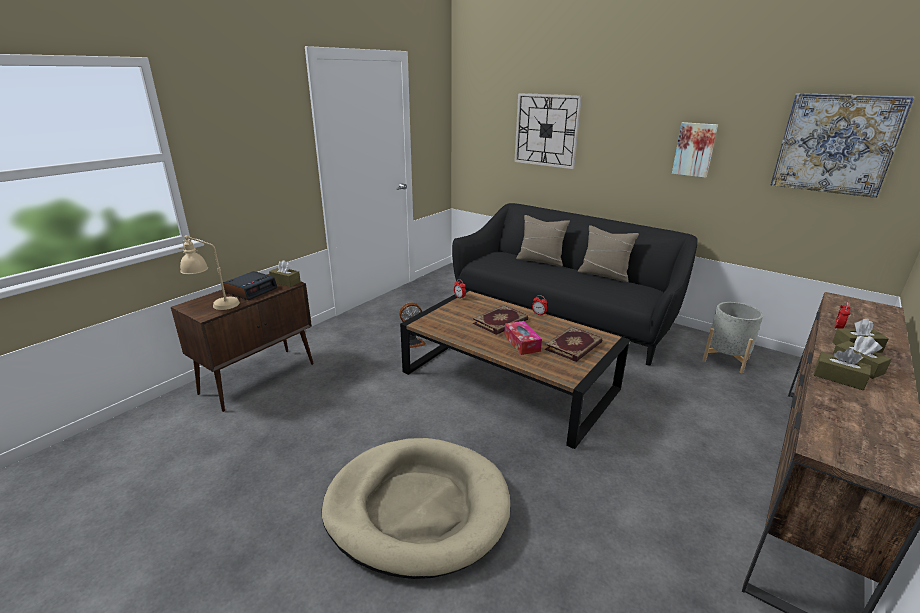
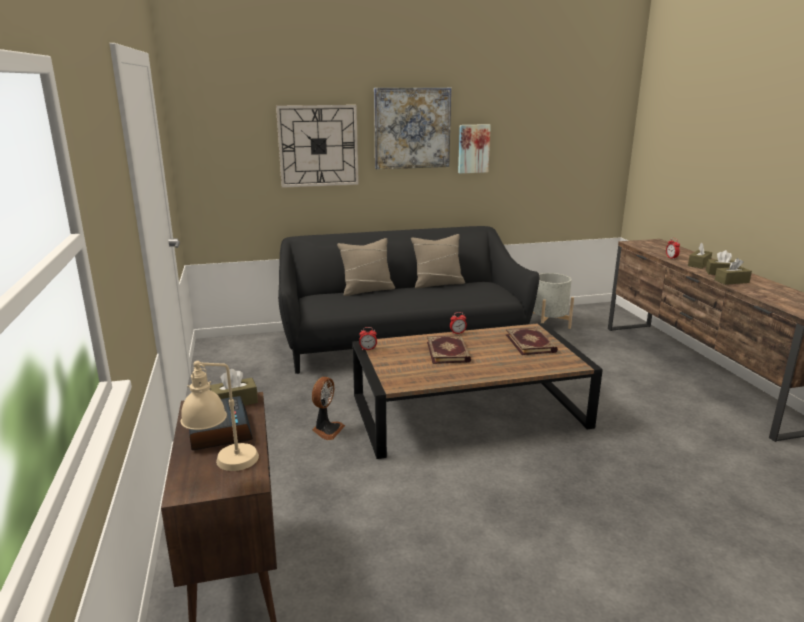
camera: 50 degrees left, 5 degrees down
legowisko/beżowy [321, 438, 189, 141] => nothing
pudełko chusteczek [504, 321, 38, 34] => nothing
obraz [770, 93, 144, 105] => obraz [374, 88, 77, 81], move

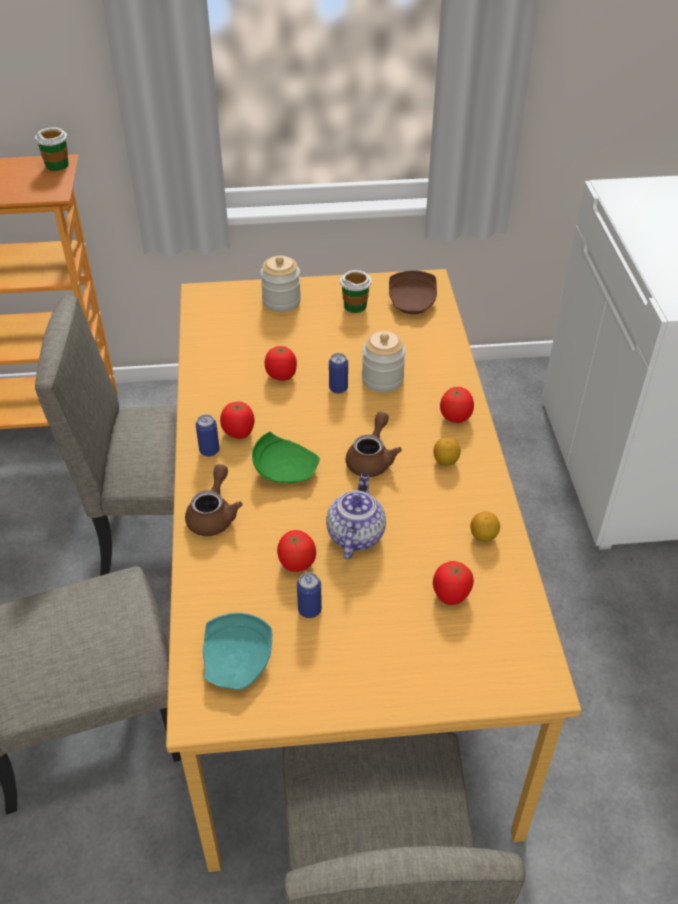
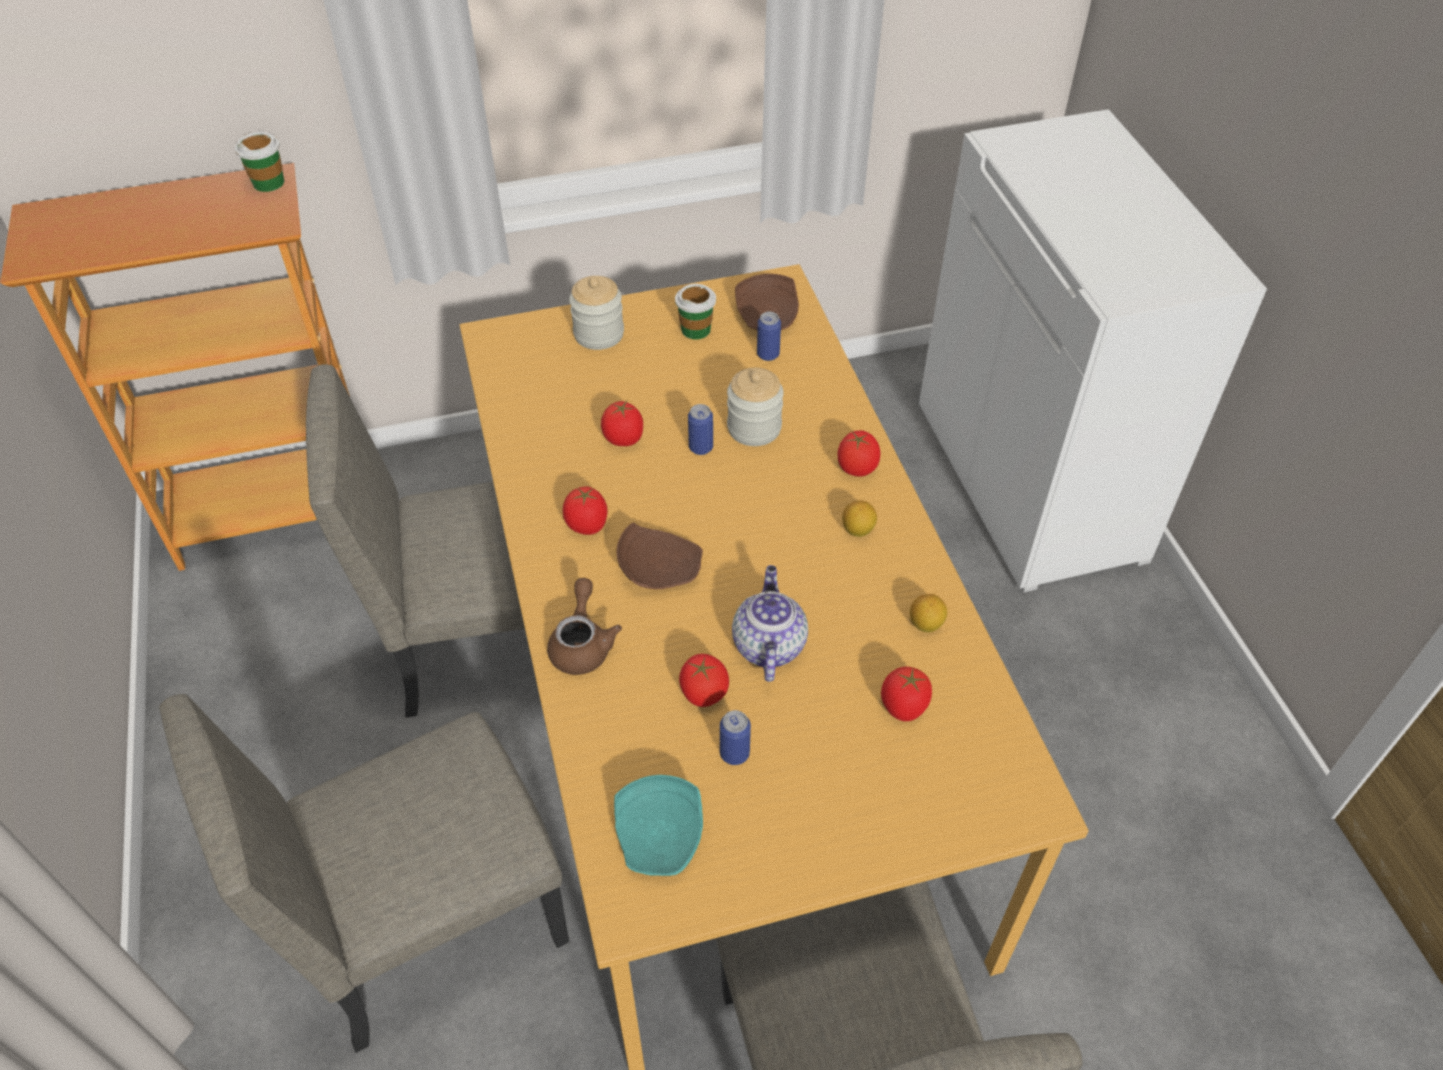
camera: 10 degrees left, 5 degrees up
imbryk/brązowy [346, 412, 56, 65] => nothing
puszka [196, 414, 23, 43] => puszka [757, 312, 24, 49], move
talerz/zielony [252, 431, 68, 52] => talerz/brązowy [617, 522, 86, 67]

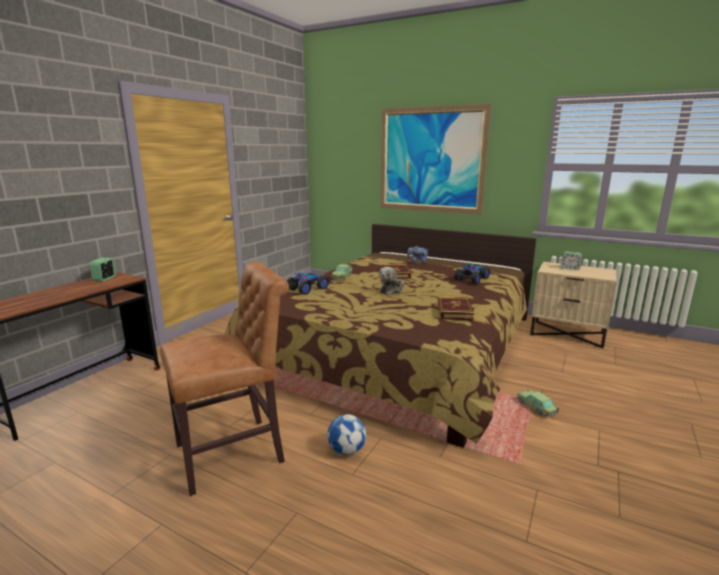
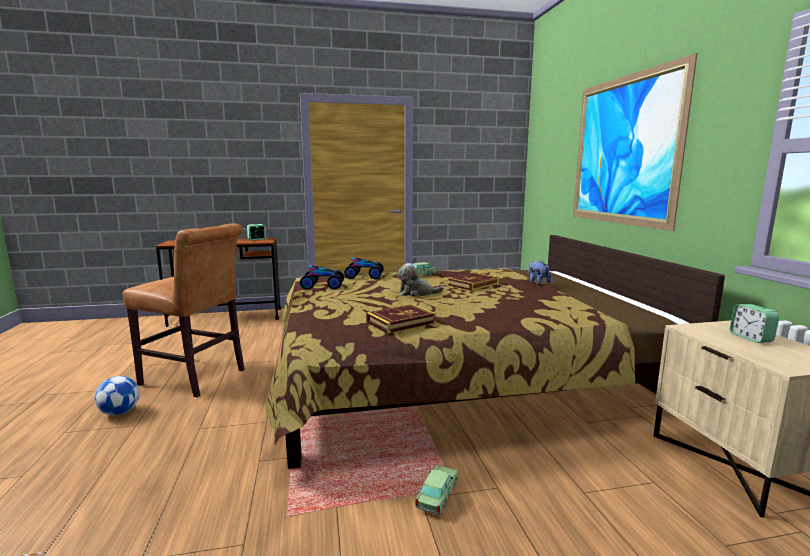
camera: 50 degrees right, 5 degrees down
piłka futbolowa [327, 414, 39, 41] => piłka futbolowa [94, 376, 46, 39], move
samochodzik [454, 264, 36, 20] => samochodzik [300, 265, 44, 25], move

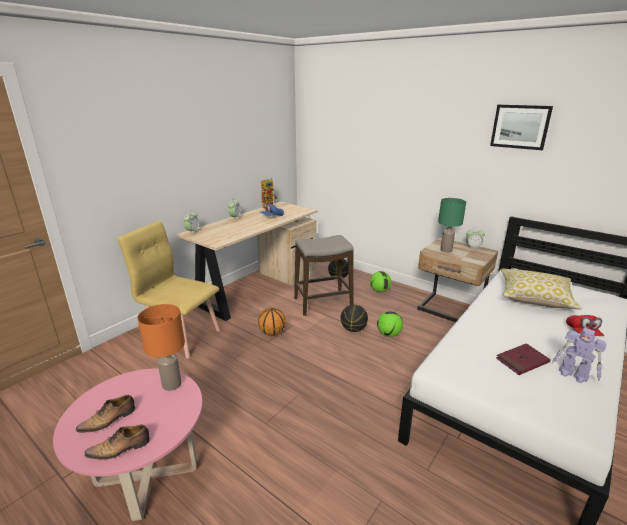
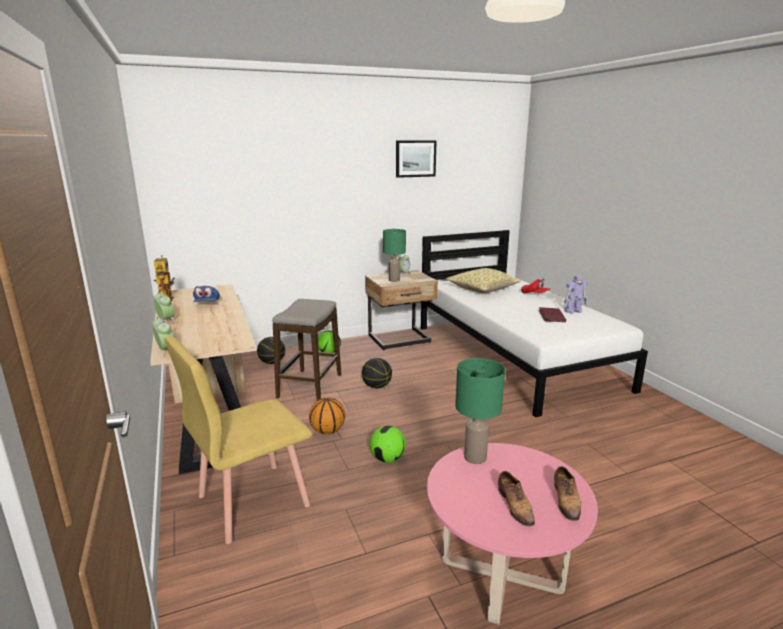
camera: 60 degrees left, 5 degrees down
piłka futbolowa [377, 311, 26, 26] => piłka futbolowa [370, 425, 36, 38], move
lampa stołowa/pomarańczowy [137, 304, 48, 87] => lampa stołowa/zielony [455, 358, 50, 106]

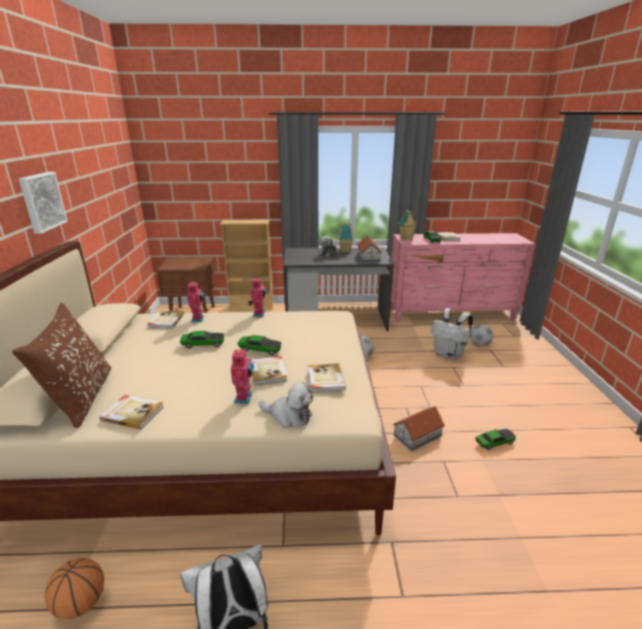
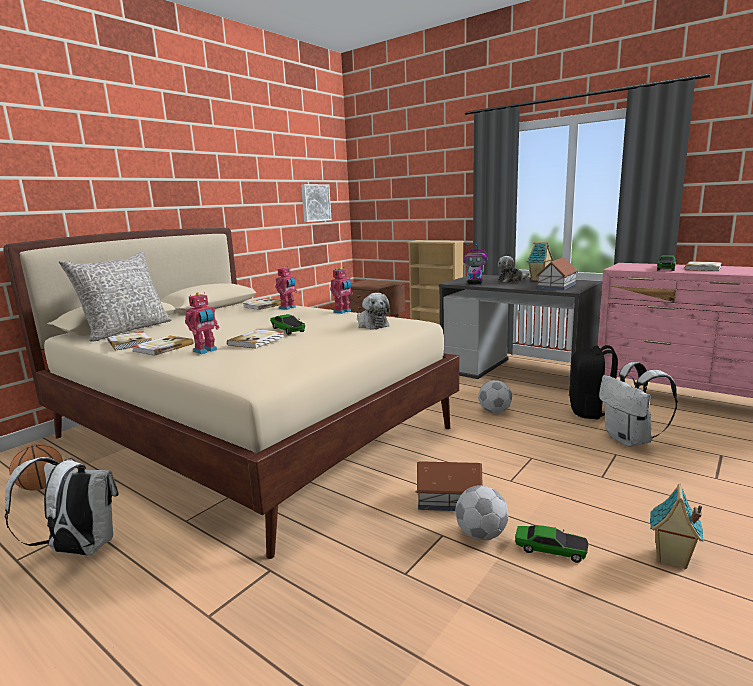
camera: 40 degrees right, 10 degrees down
samochodzik [180, 331, 44, 17] => nothing
nothing => robot zabawkowy [463, 244, 24, 40]
nothing => plecak/czarny [570, 345, 48, 75]
obraz [19, 172, 49, 62] => obraz [301, 184, 31, 38], move
pluszak [258, 382, 55, 46] => pluszak [357, 293, 33, 36], move
książka [308, 363, 38, 30] => książka [132, 335, 62, 21], move
domek [398, 210, 20, 30] => domek [650, 484, 54, 85], move
piłka futbolowa [470, 324, 23, 22] => piłka futbolowa [456, 486, 52, 54], move
poduszka/brązowy [12, 303, 99, 125] => poduszka/szary [59, 251, 113, 91]

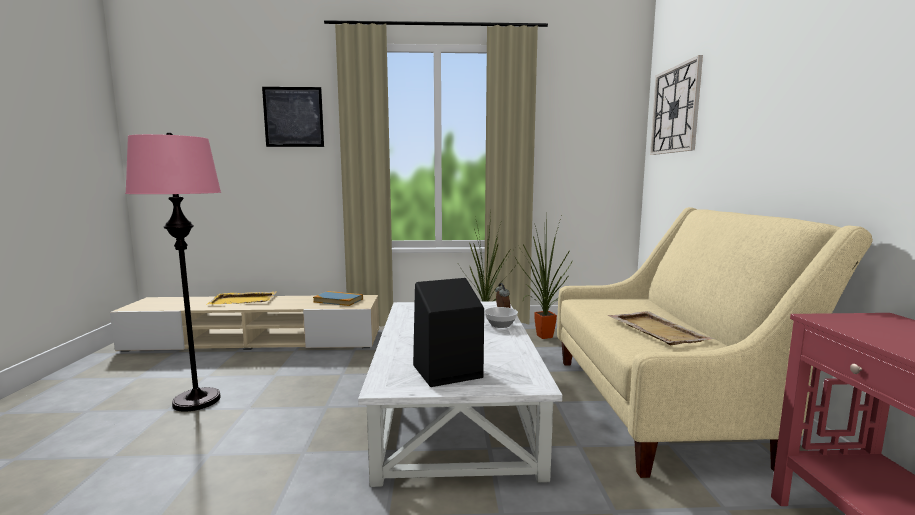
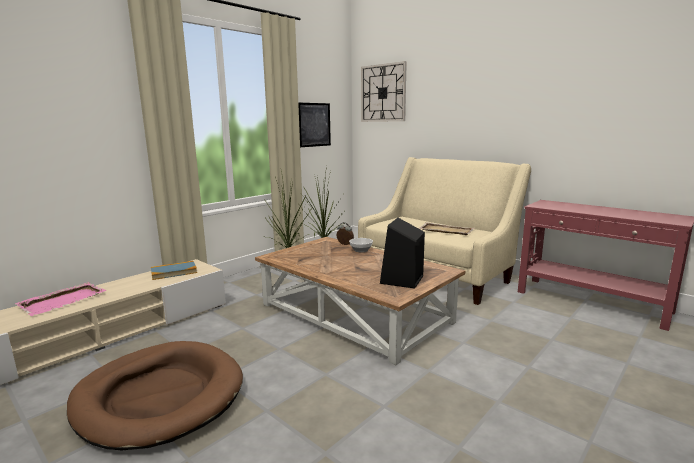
camera: 45 degrees left, 5 degrees up
obraz [262, 87, 62, 60] => obraz [298, 103, 33, 44], move
lampa stojąca/różowy [125, 132, 96, 280] => legowisko/brązowy [67, 341, 176, 109]
taca/żółty [207, 292, 69, 12] => taca/różowy [15, 282, 92, 34]
ława/biały [358, 301, 204, 186] => ława/brązowy [255, 237, 210, 128]

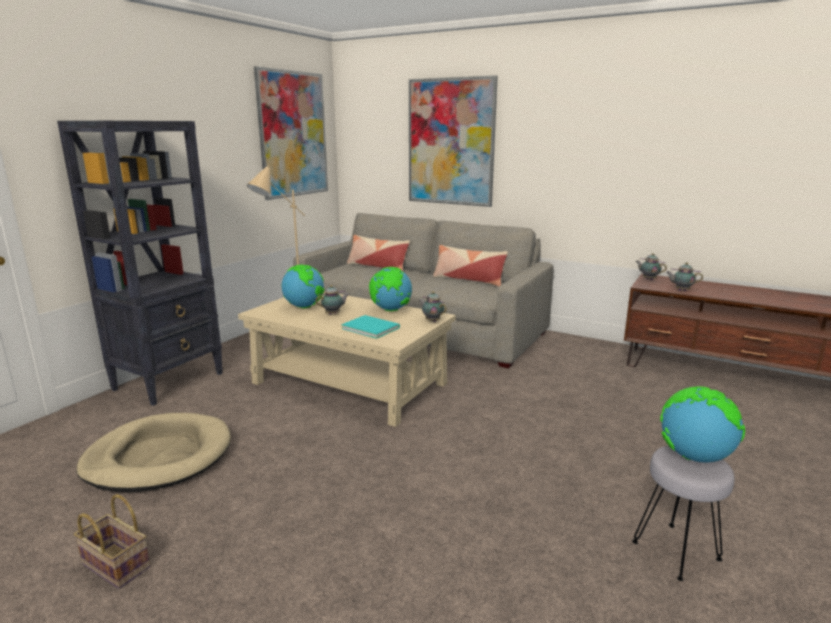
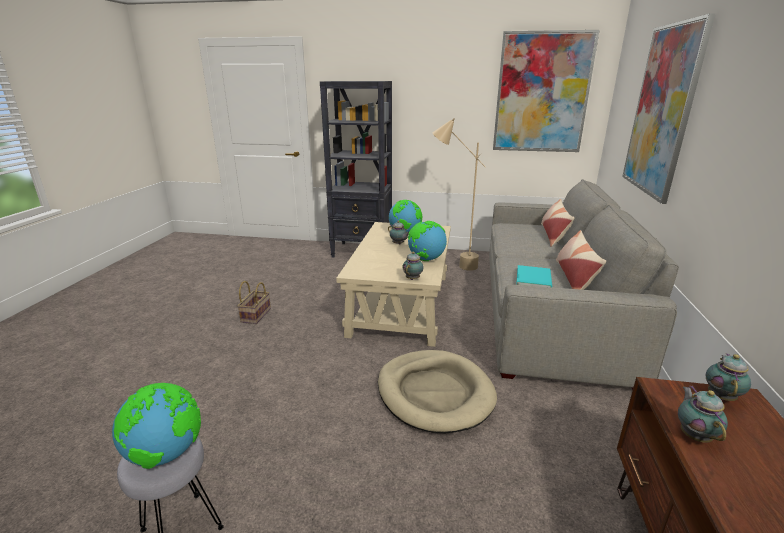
camera: 70 degrees right, 5 degrees up
koszyk [74, 494, 77, 95] => koszyk [237, 281, 34, 43], move
legowisko/beżowy [76, 413, 155, 79] => legowisko/beżowy [378, 350, 119, 83], move
książka/turkusowy [342, 315, 58, 24] => książka/turkusowy [516, 265, 36, 22], move

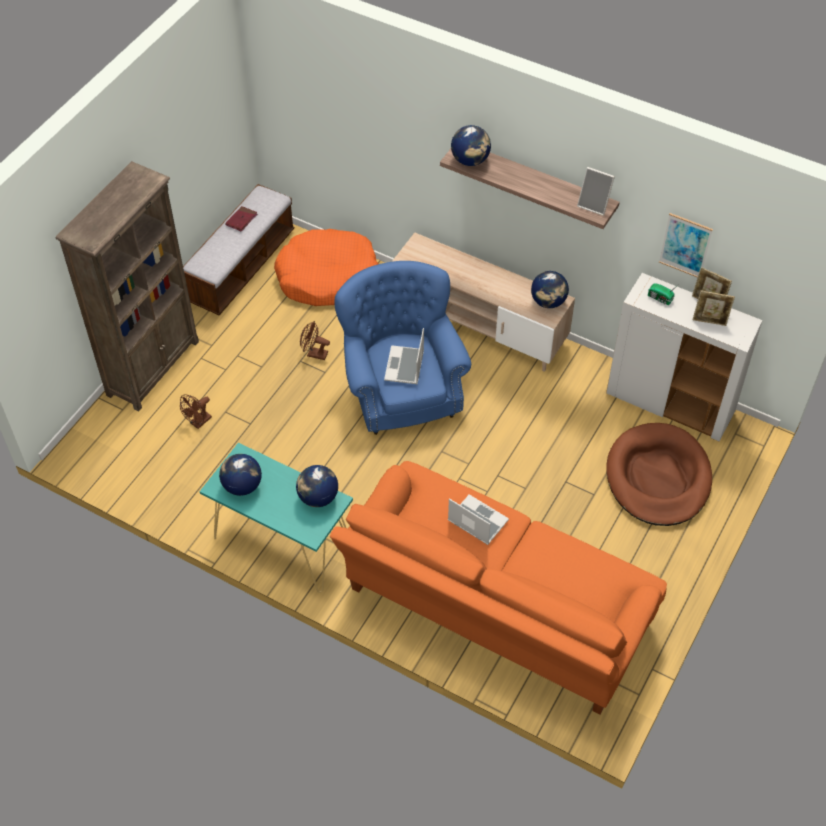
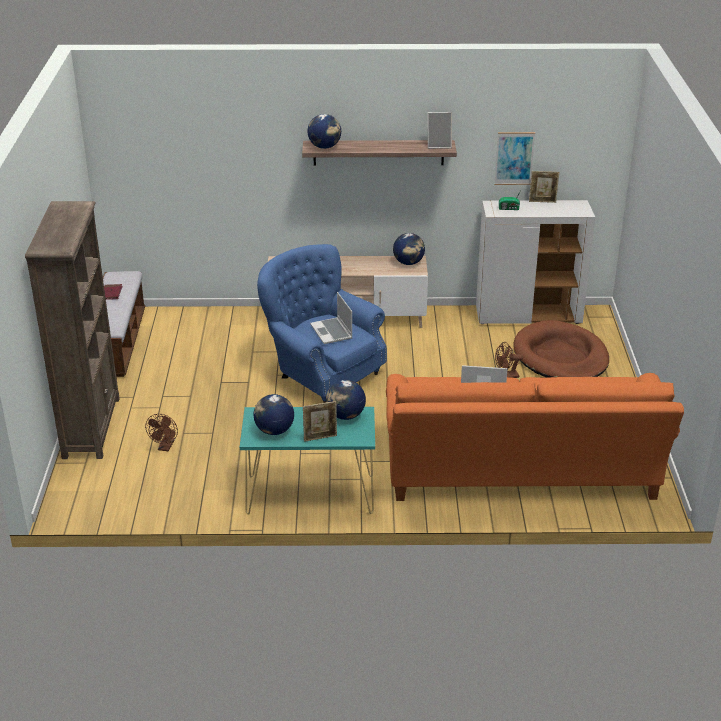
camera: 30 degrees left, 20 degrees down
legowisko/pomarańczowy [274, 229, 104, 77] => nothing
wentylator/brązowy [300, 321, 30, 39] => wentylator/brązowy [495, 342, 28, 36], move
ramka na zdjęcie [693, 290, 42, 36] => ramka na zdjęcie [303, 401, 34, 41], move

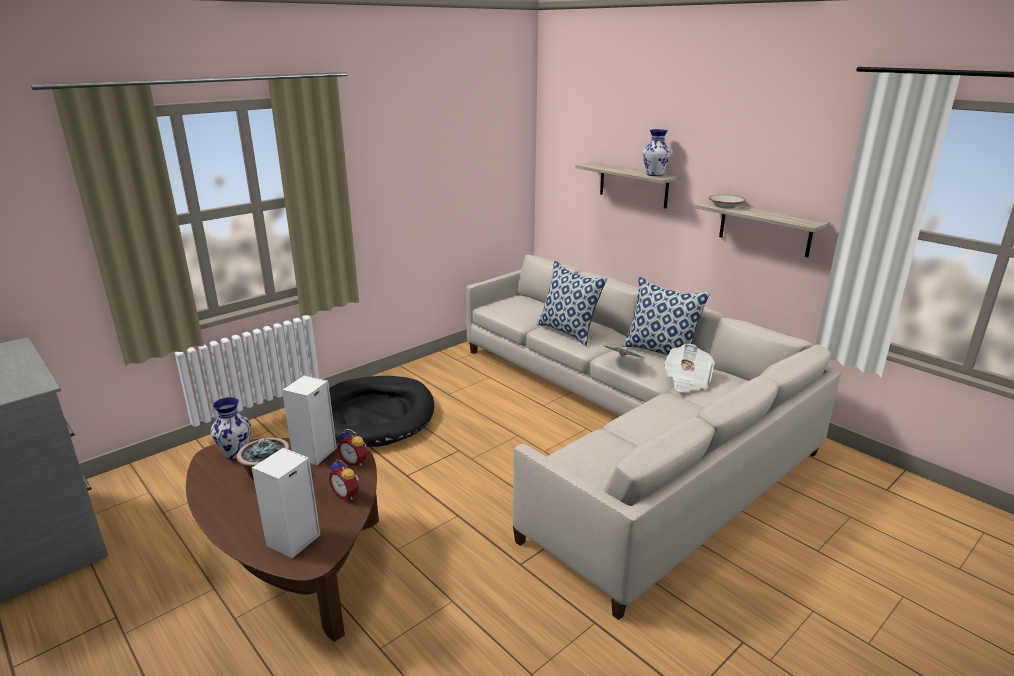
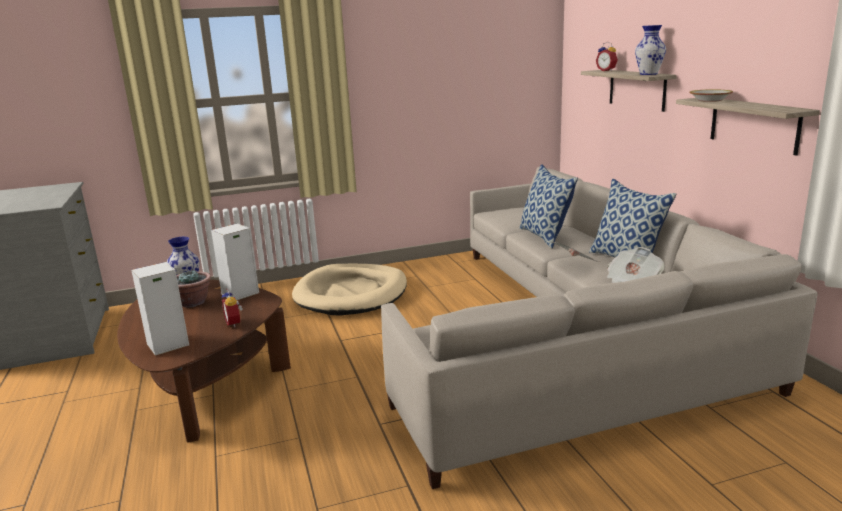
camera: 25 degrees right, 5 degrees down
budzik [337, 429, 31, 37] => budzik [596, 42, 22, 29], move
legowisko/czarny [329, 376, 105, 71] => legowisko/beżowy [292, 264, 115, 51]

